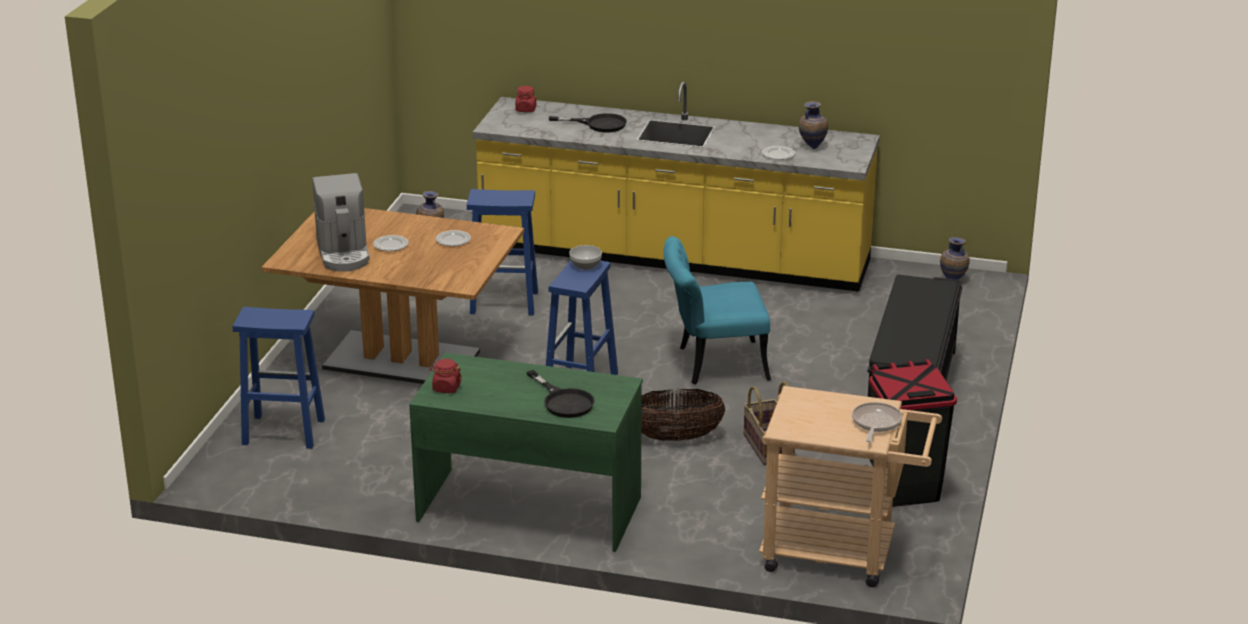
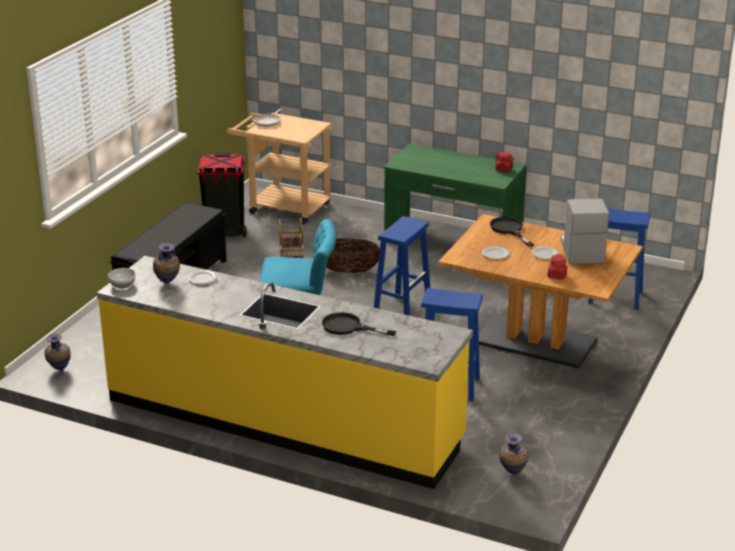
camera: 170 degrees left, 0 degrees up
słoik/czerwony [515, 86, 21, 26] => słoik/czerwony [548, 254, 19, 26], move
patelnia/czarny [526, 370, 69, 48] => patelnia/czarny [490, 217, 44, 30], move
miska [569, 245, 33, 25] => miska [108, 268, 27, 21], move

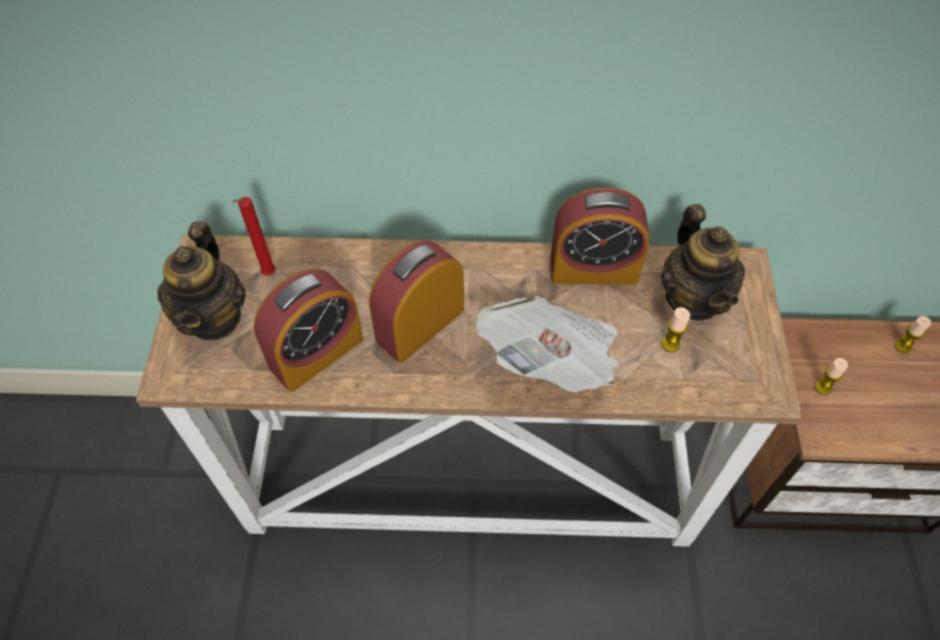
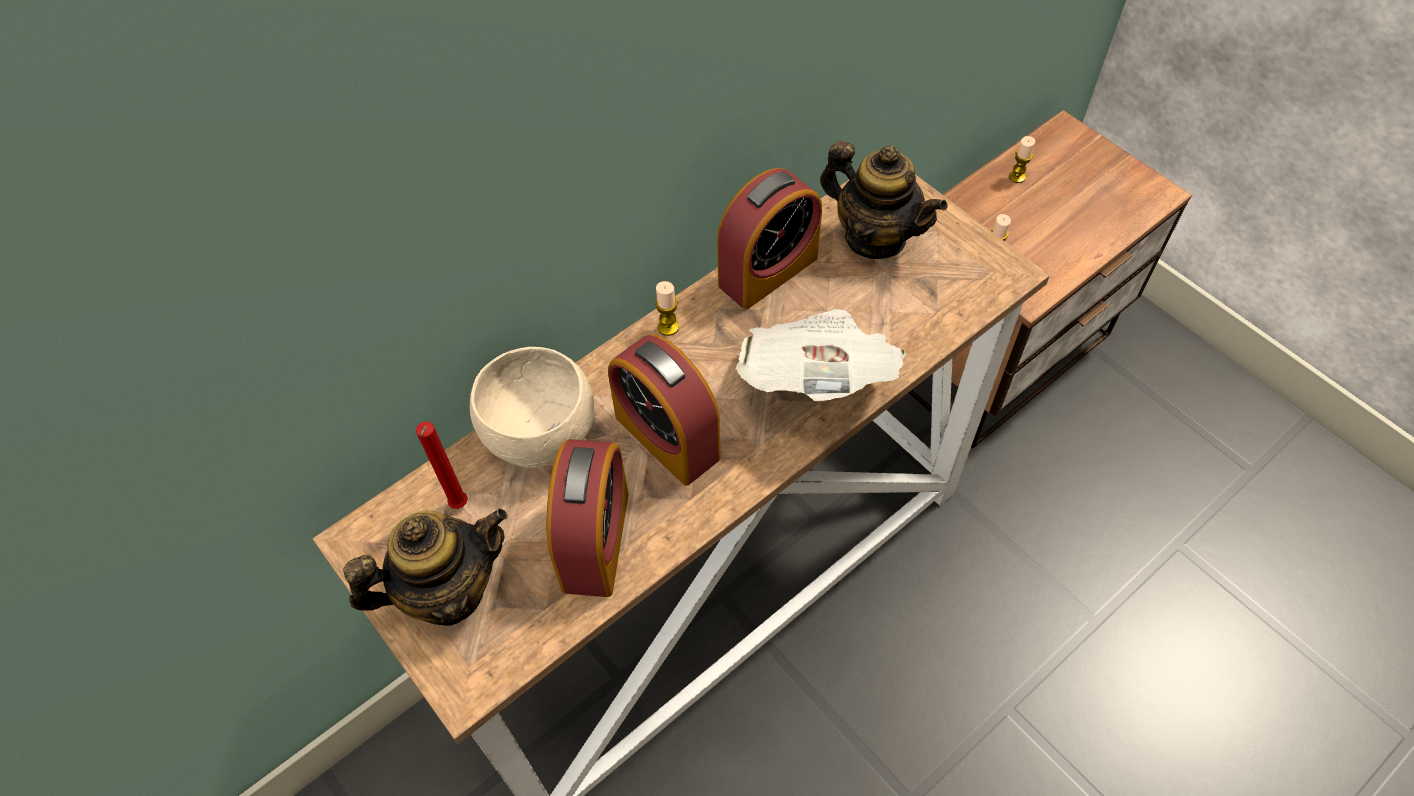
camera: 40 degrees left, 0 degrees up
nothing => miska/beżowy [470, 347, 124, 121]
świeca [661, 307, 29, 45] => świeca [655, 281, 24, 55], move
imbryk [157, 221, 89, 119] => imbryk [343, 508, 165, 118], 75 degrees counterclockwise
budzik [369, 240, 95, 123] => budzik [608, 334, 112, 152], 45 degrees counterclockwise

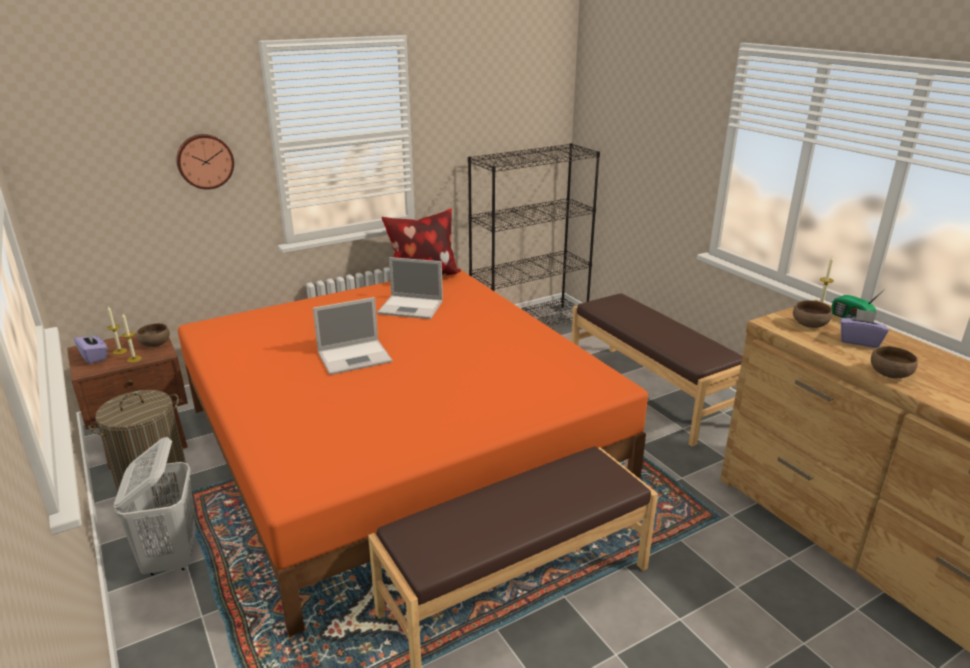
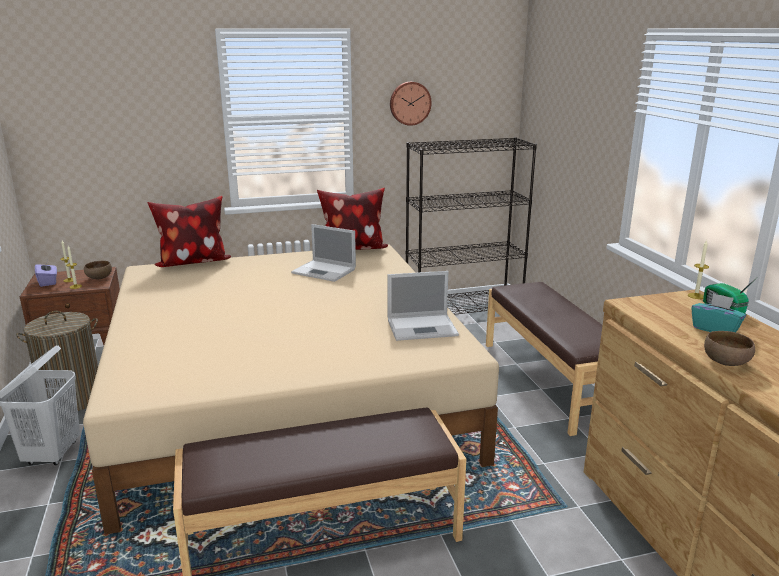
camera: 15 degrees right, 5 degrees down
miska/brązowy [793, 300, 39, 28] => nothing
nothing => poduszka [148, 196, 83, 71]
zegar ścienny [176, 134, 58, 56] => zegar ścienny [390, 82, 42, 44], move
laptop [313, 297, 79, 78] => laptop [388, 271, 71, 70], move
łóżko/pomarańczowy [178, 268, 470, 369] => łóżko/beżowy [83, 244, 416, 291]
pudełko chusteczek/fioletowy [840, 309, 48, 39] => pudełko chusteczek/turkusowy [691, 293, 55, 39]

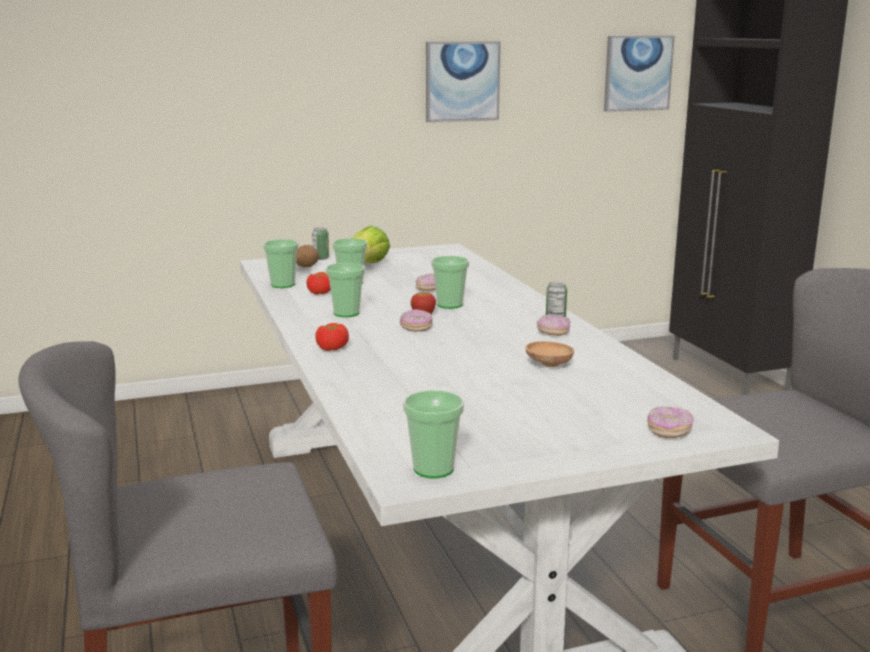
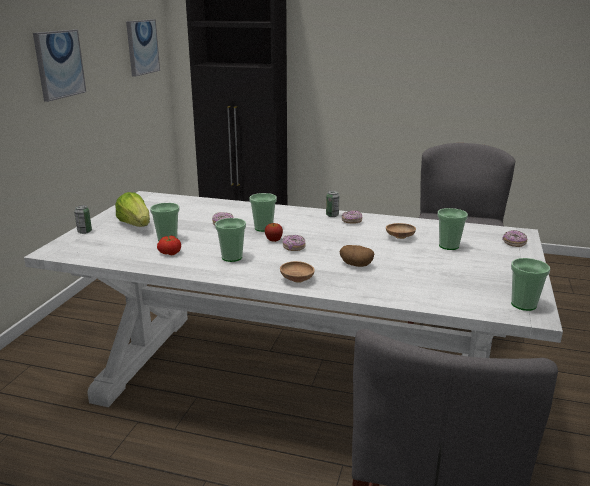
camera: 55 degrees left, 5 degrees up
filiżanka [263, 239, 36, 49] => filiżanka [438, 208, 30, 42], move
ziemniak [296, 245, 23, 22] => ziemniak [340, 245, 34, 22], move
pomidor [315, 323, 34, 28] => miska/brązowy [280, 261, 35, 22]

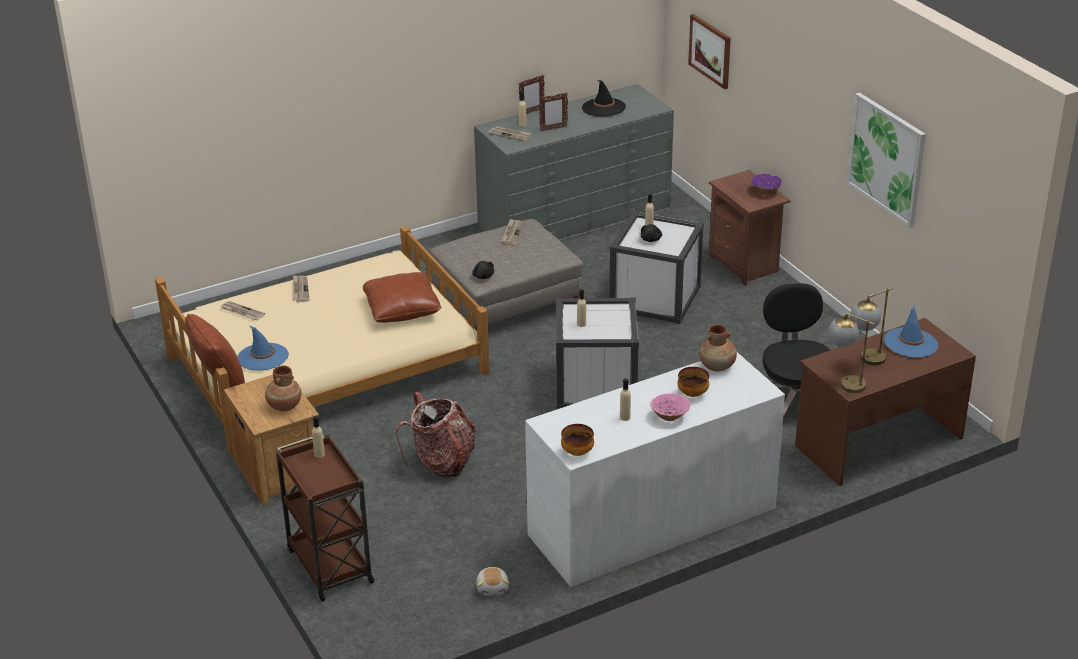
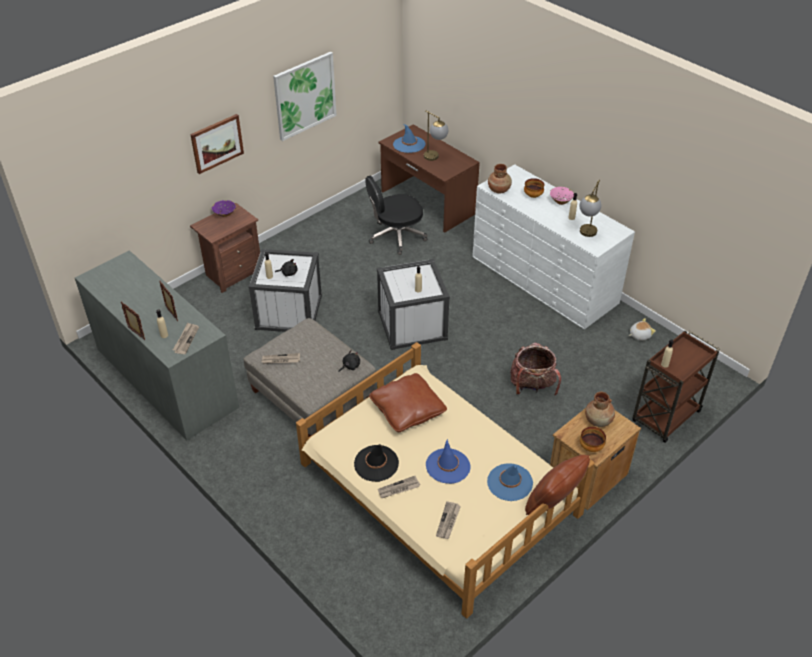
camera: 105 degrees left, 10 degrees up
nothing => kapelusz/niebieski [426, 439, 44, 45]
miska [561, 424, 33, 32] => miska [580, 427, 26, 25], move
kapelusz/czarny [582, 80, 44, 37] => kapelusz/czarny [354, 444, 45, 38], move
obraz [688, 14, 43, 75] => obraz [190, 114, 54, 60], move
lampa stołowa [828, 312, 47, 81] => lampa stołowa [580, 180, 21, 57], move

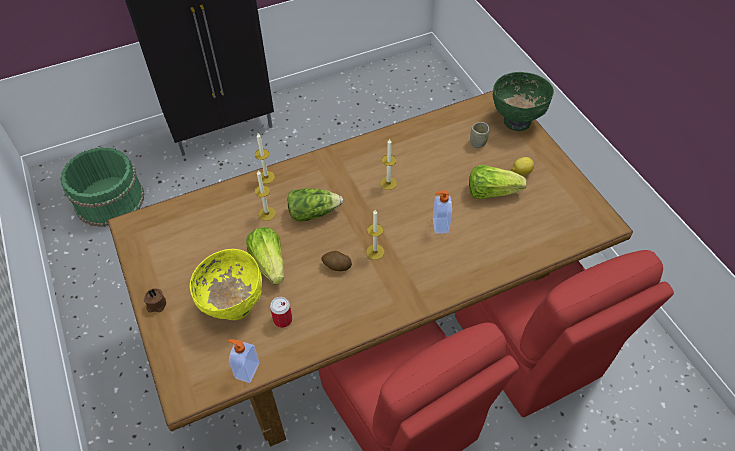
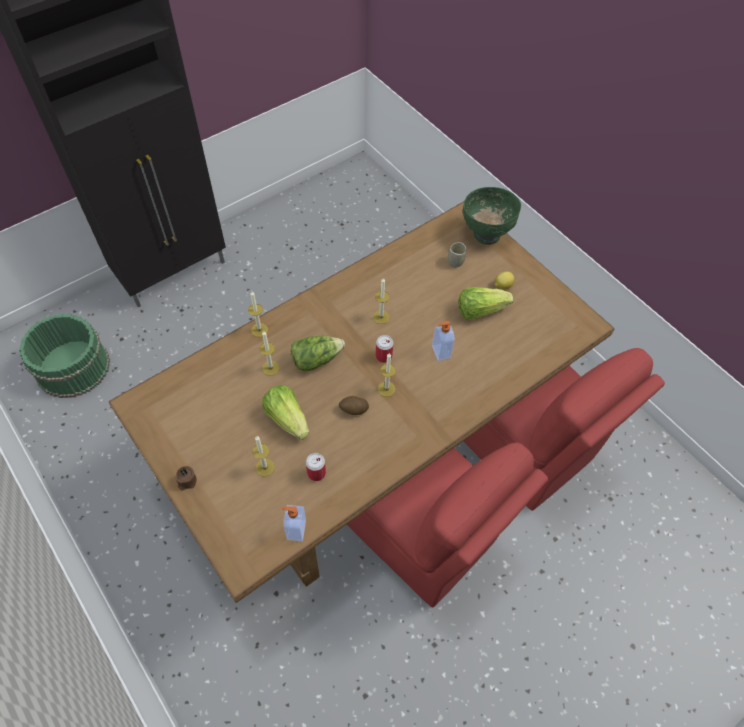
camera: 15 degrees left, 5 degrees up
nothing => puszka [376, 335, 17, 28]
miska/żółty [190, 249, 72, 71] => świeca [252, 436, 23, 41]

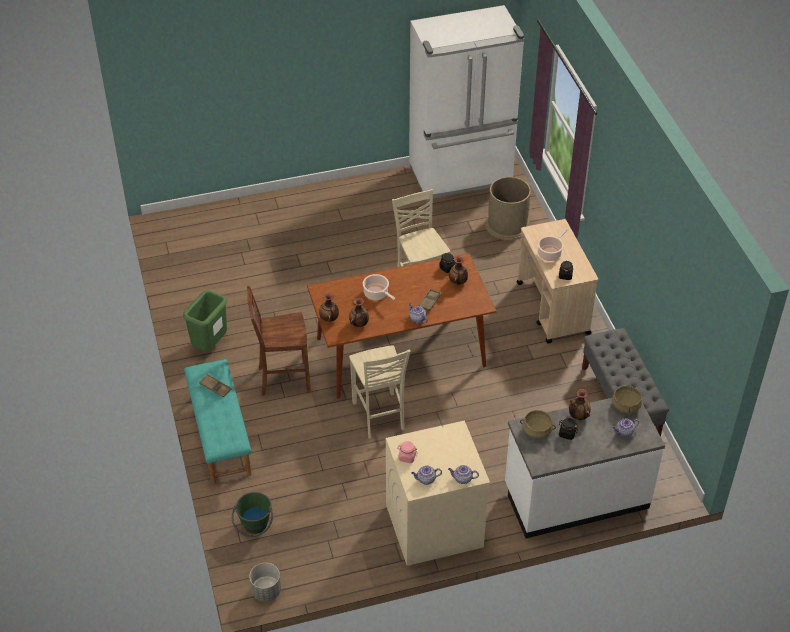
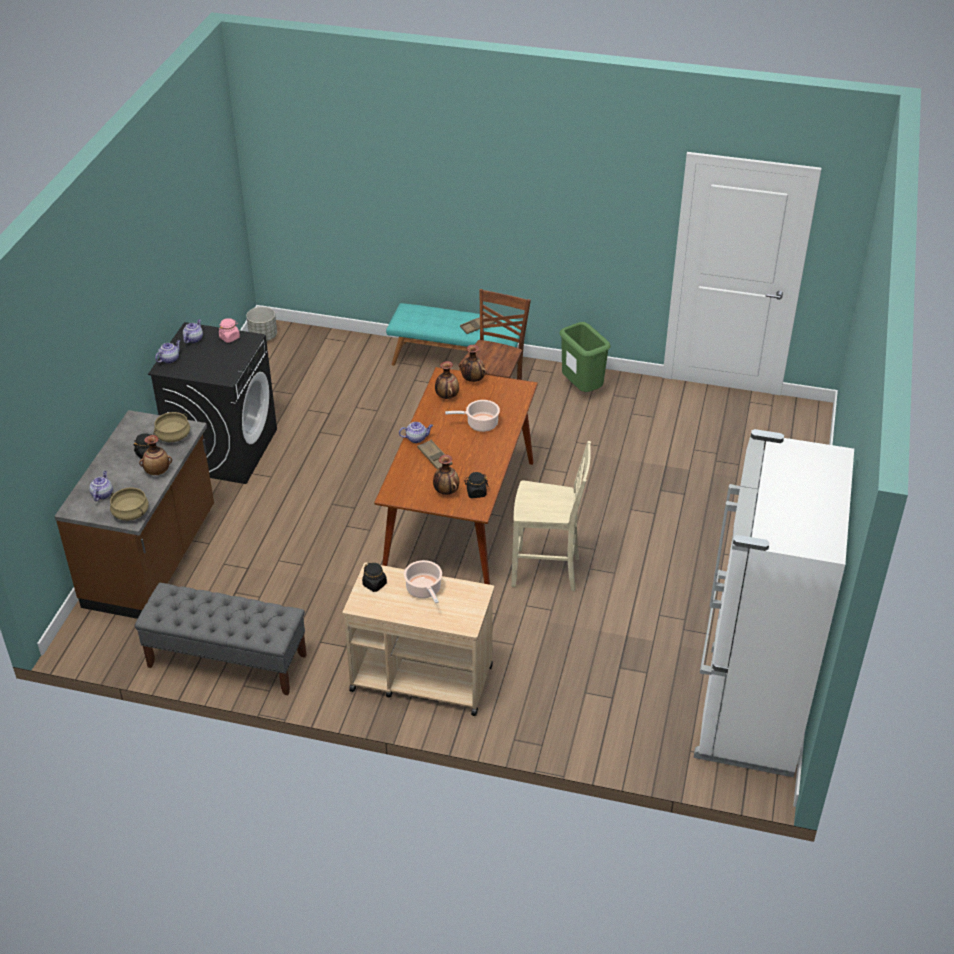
camera: 120 degrees right, 5 degrees down
wiadro/zielony [232, 492, 41, 45] => nothing
krzesło/beżowy [349, 345, 61, 94] => nothing
kosz na śmieci/brązowy [485, 177, 46, 63] => nothing
pralka/beżowy [386, 421, 104, 145] => pralka/czarny [148, 322, 129, 162]
zabudowa kuchenna/biały [505, 398, 160, 140] => zabudowa kuchenna/brązowy [54, 410, 160, 209]

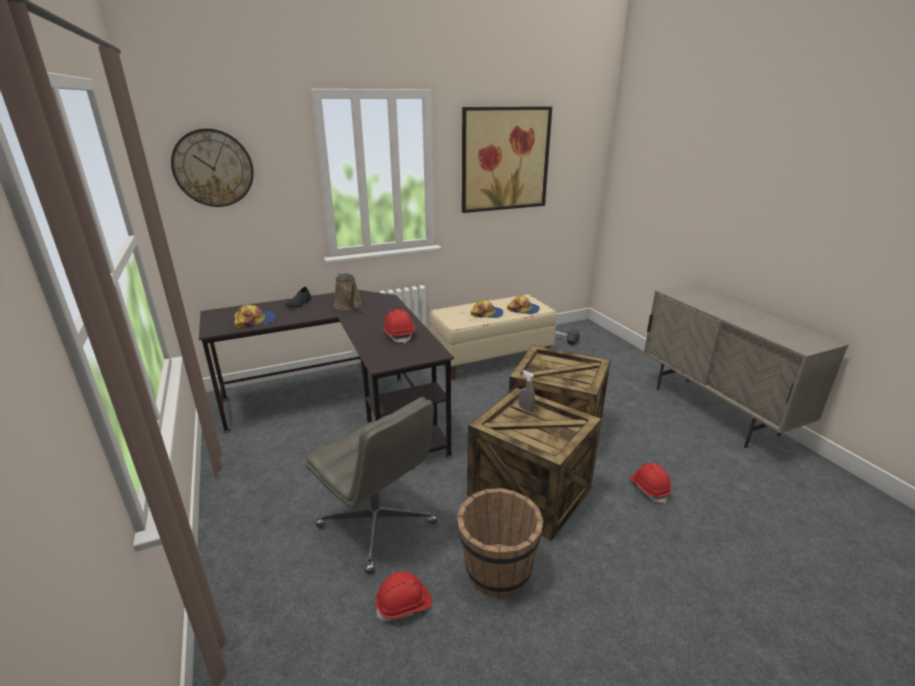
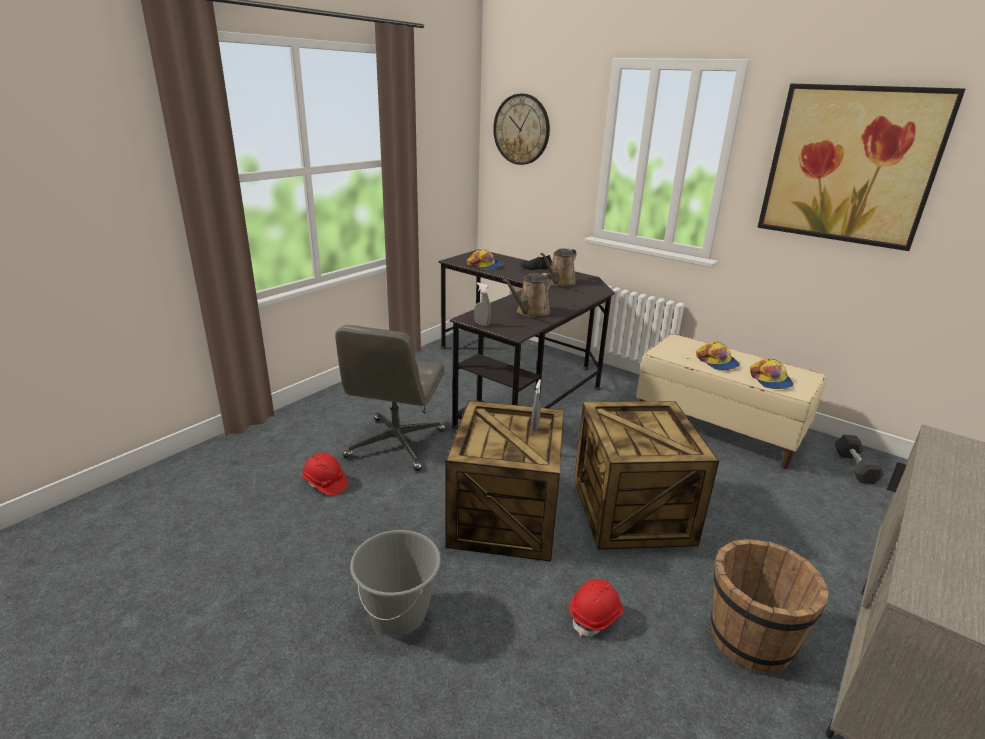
camera: 60 degrees right, 0 degrees up
nothing => wiadro/szary [350, 530, 91, 106]
nothing => spryskiwacz/szary [474, 282, 17, 44]
wiadro/brązowy [457, 488, 86, 110] => wiadro/brązowy [711, 539, 118, 134], move
kask/czerwony [383, 309, 32, 35] => konewka/brązowy [503, 273, 50, 44]

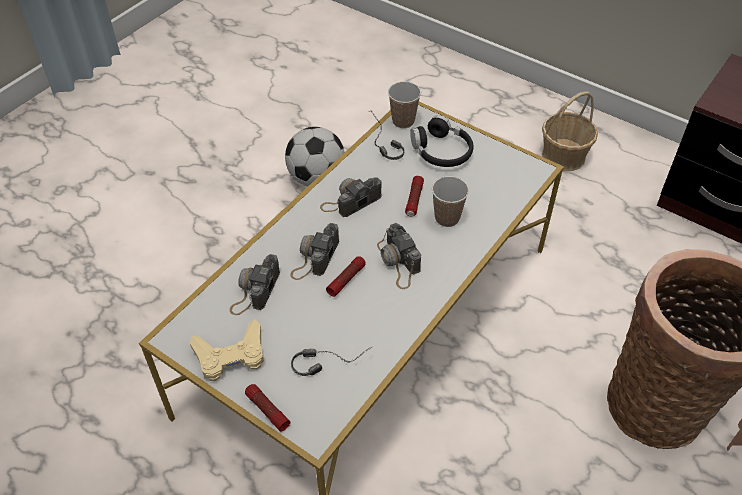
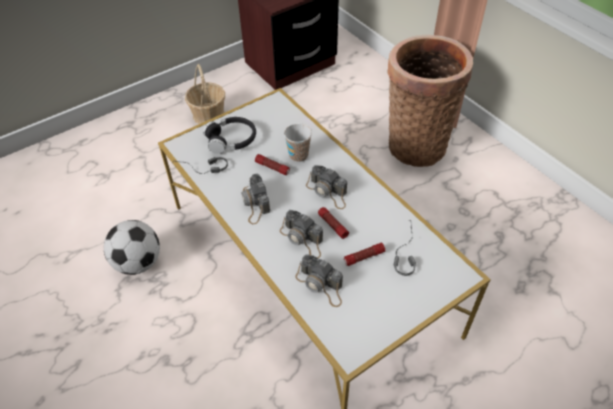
camera: 70 degrees left, 0 degrees up
pad do gier/beżowy [190, 319, 74, 62] => nothing
filiżanka [388, 82, 33, 46] => nothing
latarka [245, 384, 45, 48] => latarka [344, 243, 41, 23], move
aparat fotograficzny [377, 223, 44, 66] => aparat fotograficzny [306, 165, 41, 44], 45 degrees clockwise

